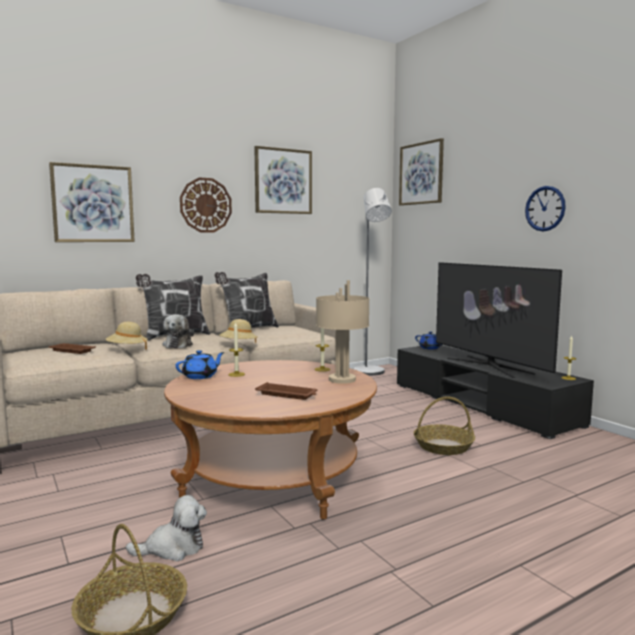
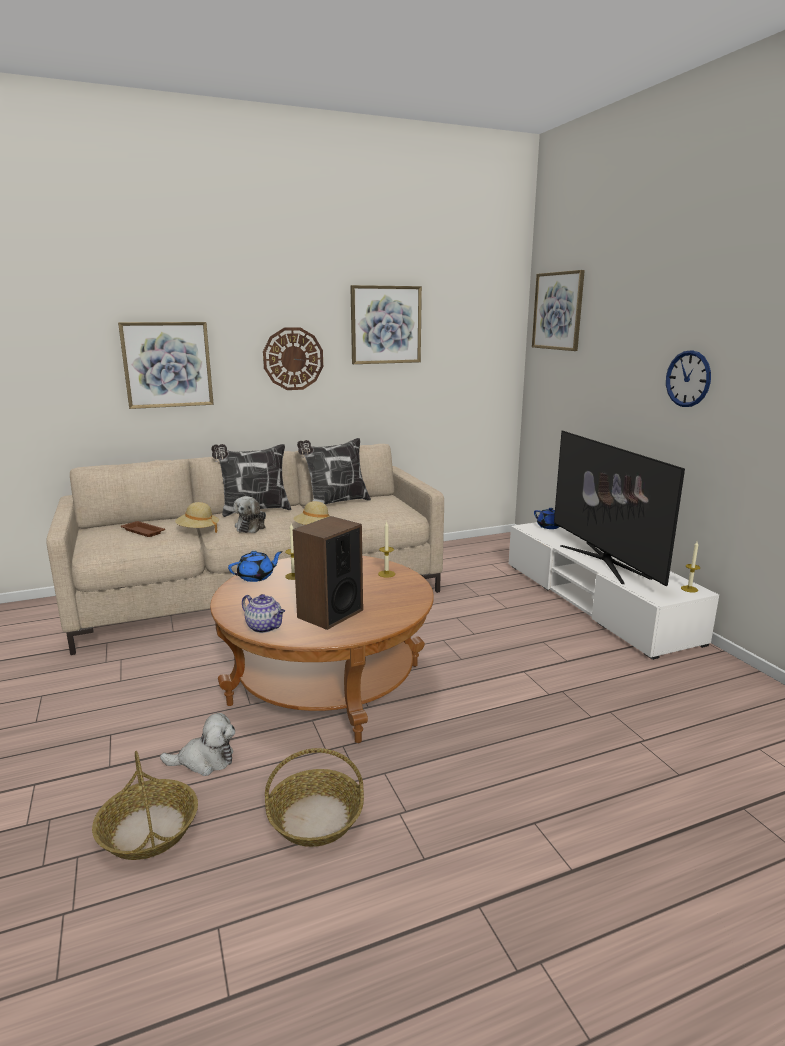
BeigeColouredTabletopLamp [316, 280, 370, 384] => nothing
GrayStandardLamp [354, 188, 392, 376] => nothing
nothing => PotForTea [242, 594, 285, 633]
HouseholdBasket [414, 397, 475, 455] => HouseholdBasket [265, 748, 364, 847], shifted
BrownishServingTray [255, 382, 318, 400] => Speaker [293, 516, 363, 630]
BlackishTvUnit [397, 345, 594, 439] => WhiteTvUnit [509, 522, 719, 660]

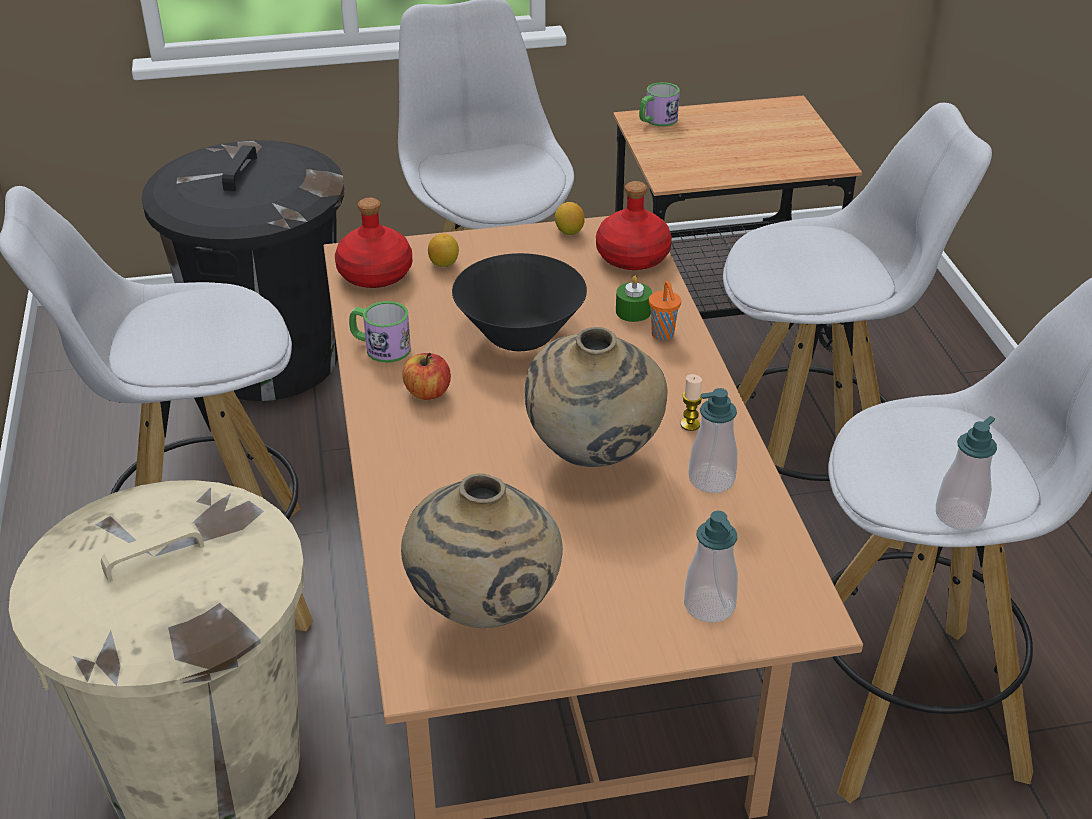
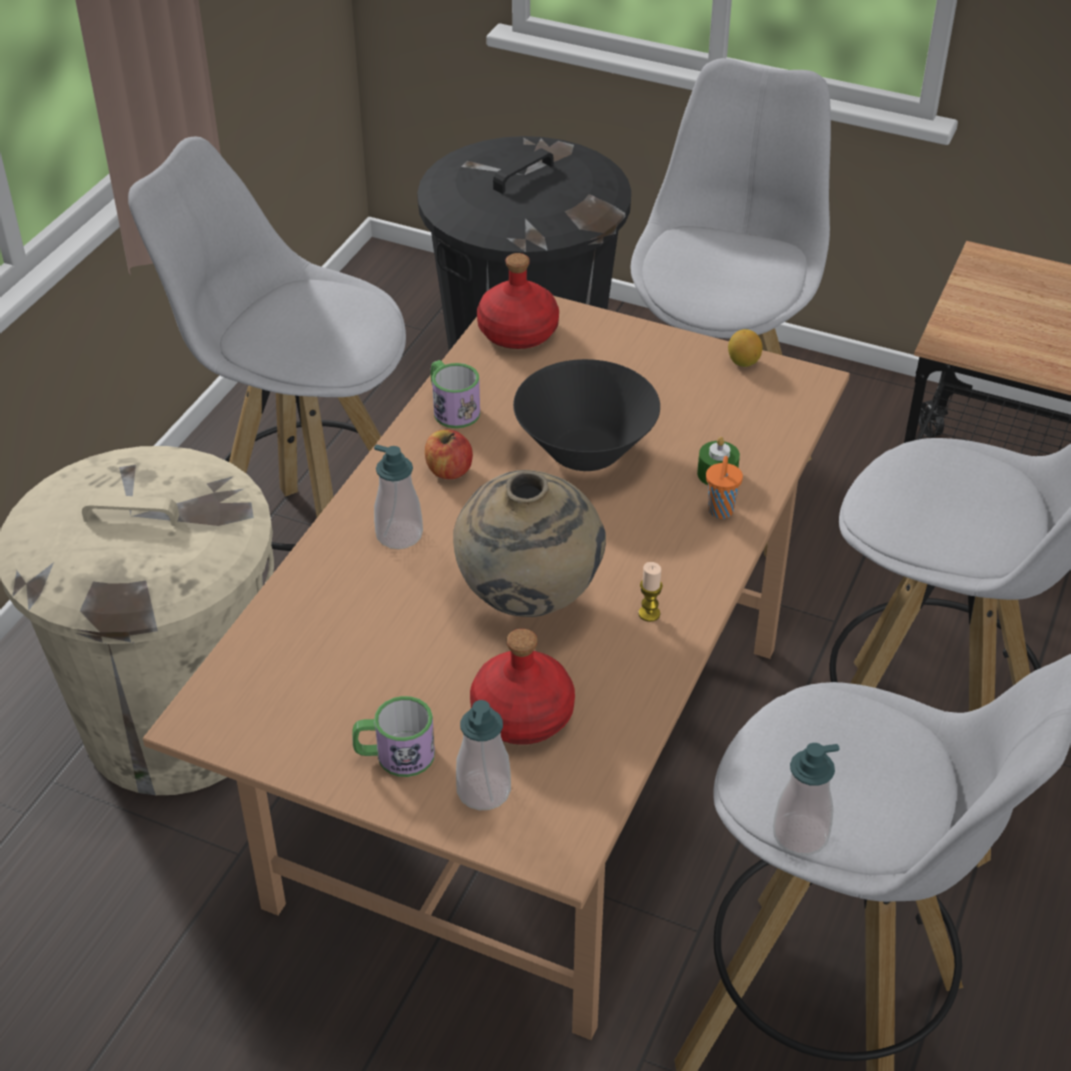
BeigeColouredVase [401, 473, 563, 628] => nothing
CitrusFruit [428, 234, 459, 267] => nothing
RedColouredBottle [596, 181, 672, 270] => RedColouredBottle [470, 629, 575, 745], shifted
TeaMug [639, 82, 680, 127] => TeaMug [352, 696, 435, 777], shifted
LiquidSoapBottle [688, 388, 738, 493] => LiquidSoapBottle [374, 444, 423, 549], shifted

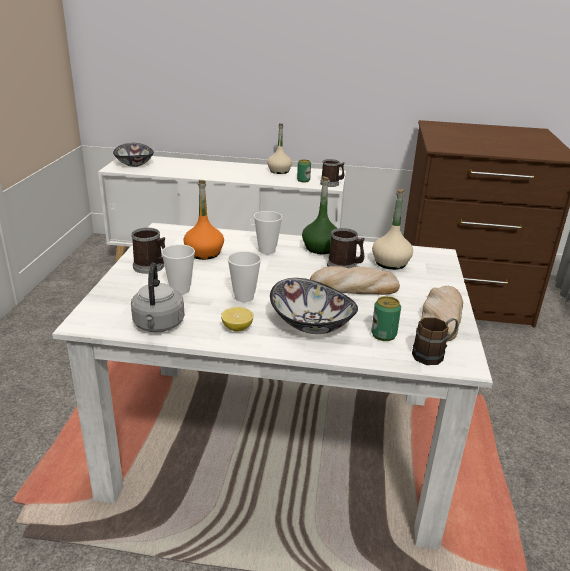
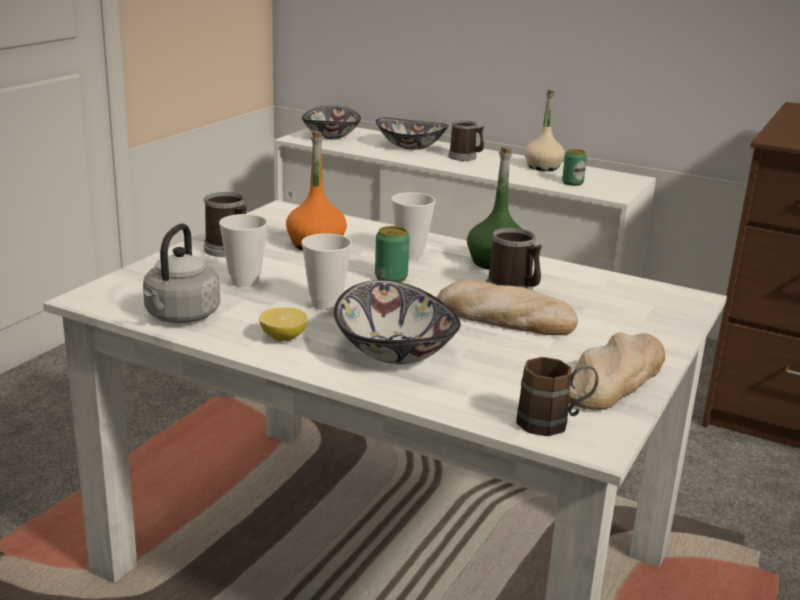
BeigeColouredBottle [372, 189, 413, 270] => nothing
nothing => Bowl [376, 118, 449, 149]
TeaMug [320, 159, 344, 187] => TeaMug [448, 120, 484, 161], shifted
MetalCan [371, 296, 401, 341] => MetalCan [375, 226, 410, 282], shifted

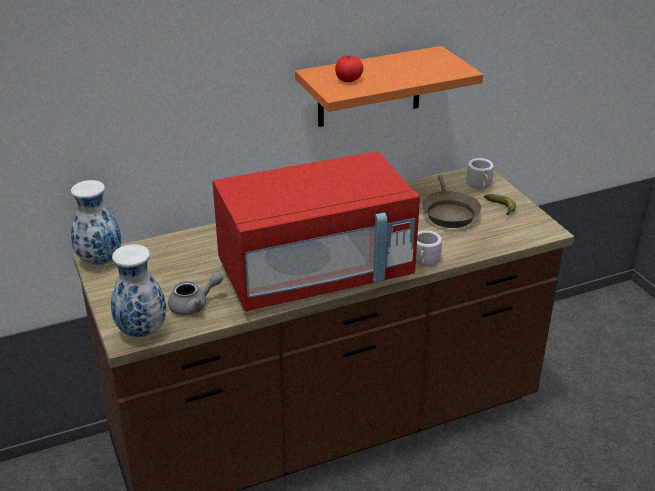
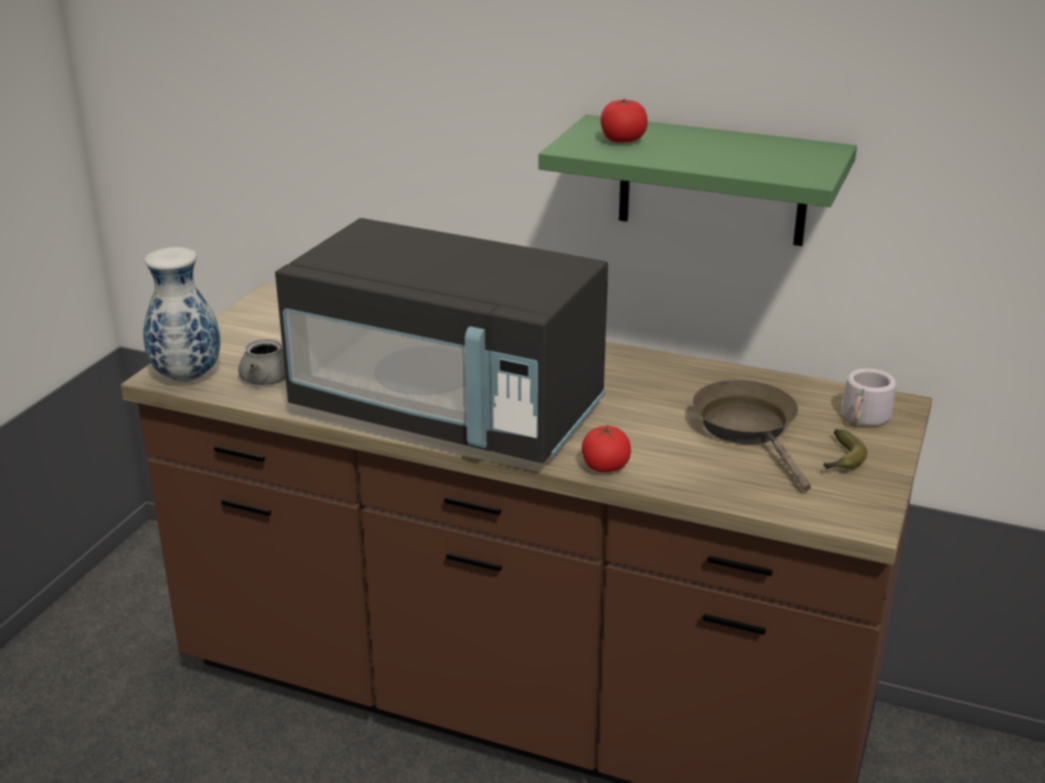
Vase [71, 180, 121, 265] => nothing
GrayTeaMug [416, 231, 448, 267] => Tomato [582, 425, 631, 472]
RedColouredMicrowaveOven [213, 151, 420, 312] => BlackishMicrowaveOven [275, 218, 608, 463]
OrangeColouredWallShelf [295, 46, 483, 127] => GreenColouredWallShelf [538, 114, 857, 246]
BrownishFryingPan [422, 175, 481, 228] => BrownishFryingPan [692, 380, 811, 491], 120 degrees clockwise

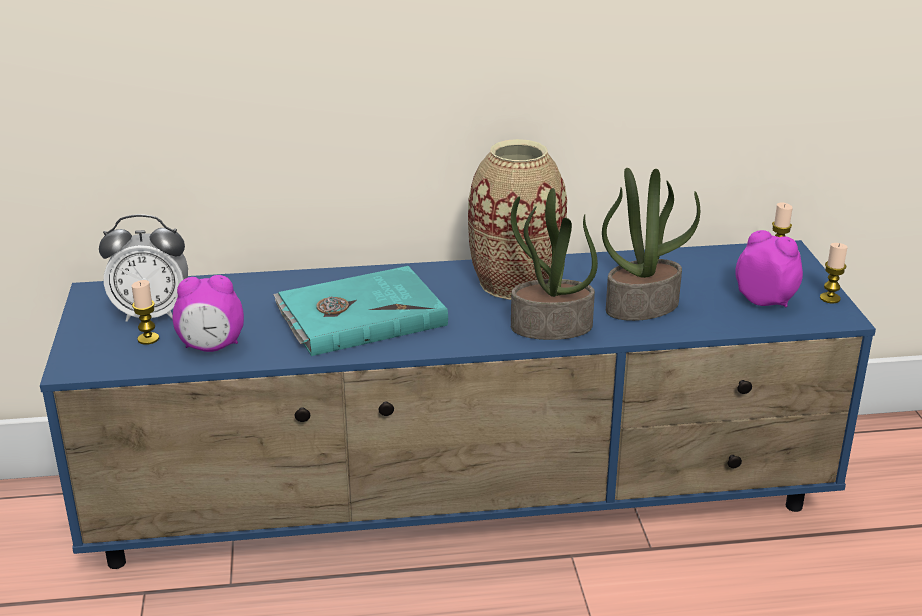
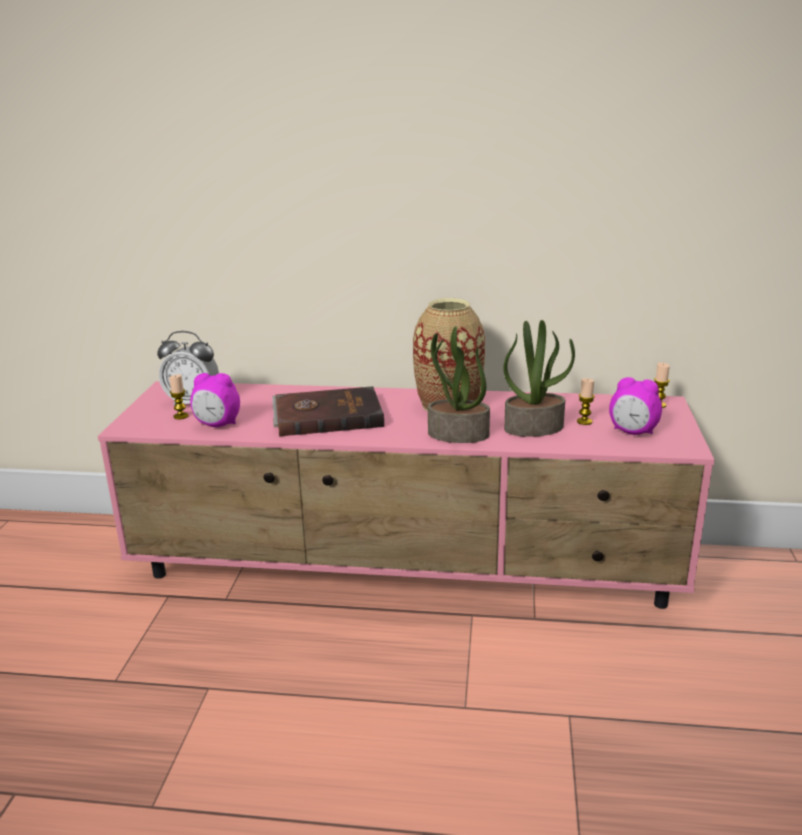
WaxLight [820, 243, 847, 303] => WaxLight [577, 378, 595, 425], shifted
BluishTvUnit [40, 240, 876, 569] => PinkColouredTvUnit [98, 381, 714, 609]
BlueGreenBook [273, 266, 448, 356] => BrownishBook [272, 386, 384, 436]
AlarmClock [735, 230, 803, 307] => AlarmClock [609, 377, 662, 435], 150 degrees clockwise

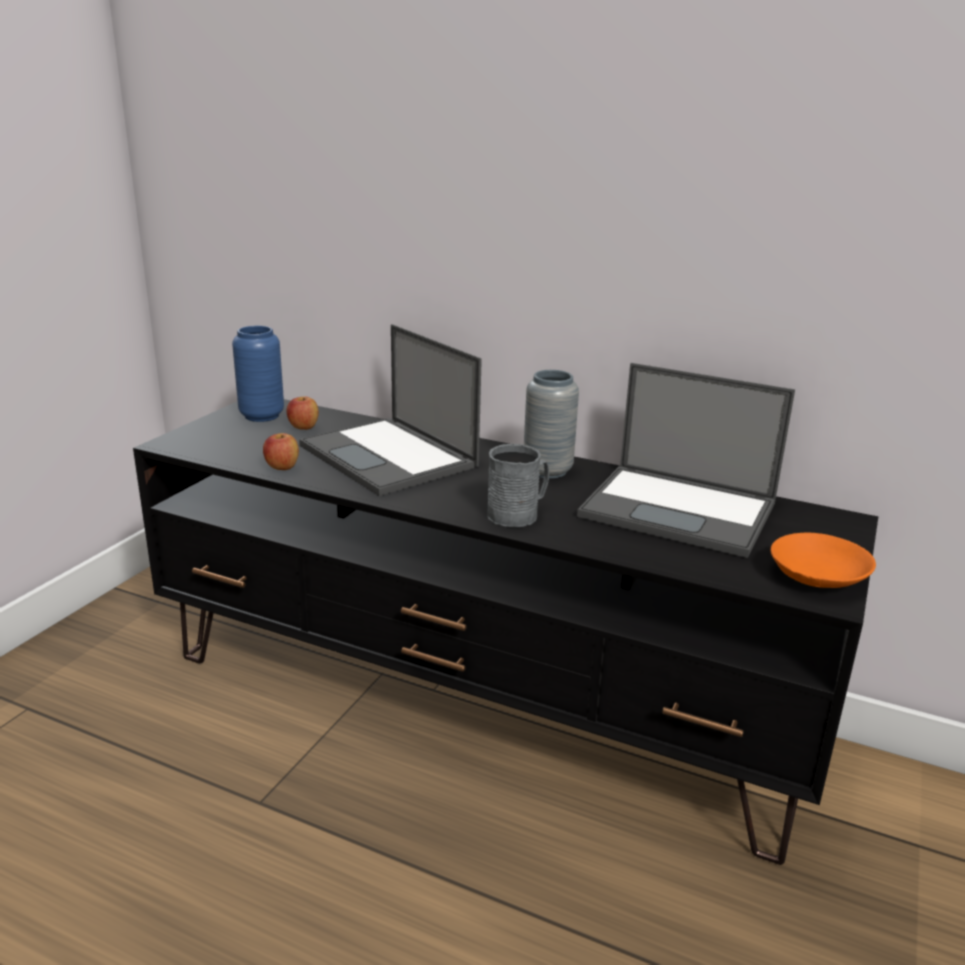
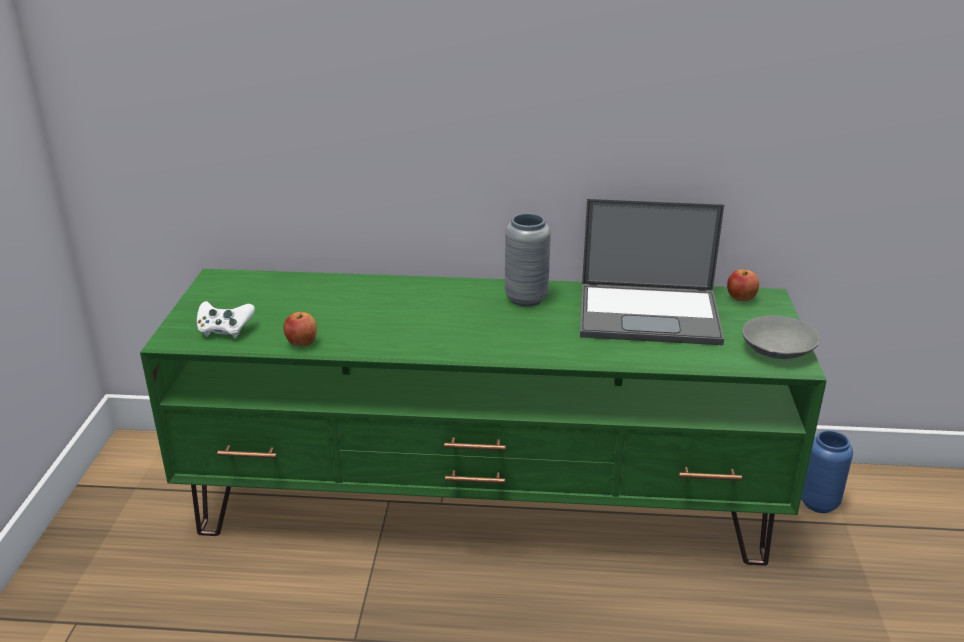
PortableComputer [299, 324, 482, 496] => nothing
GrayTeaMug [487, 444, 549, 527] => nothing
nothing => WhiteGamepad [197, 301, 255, 339]
BluishVase [232, 326, 284, 422] => BluishVase [801, 430, 853, 513], shifted
WholeApple [287, 397, 319, 430] => WholeApple [727, 269, 759, 301], shifted
BlackishTvUnit [133, 399, 878, 865] => GreenColouredTvUnit [140, 269, 827, 566]
OrangeColouredBowl [771, 533, 876, 588] => GrayBowl [742, 315, 820, 359]

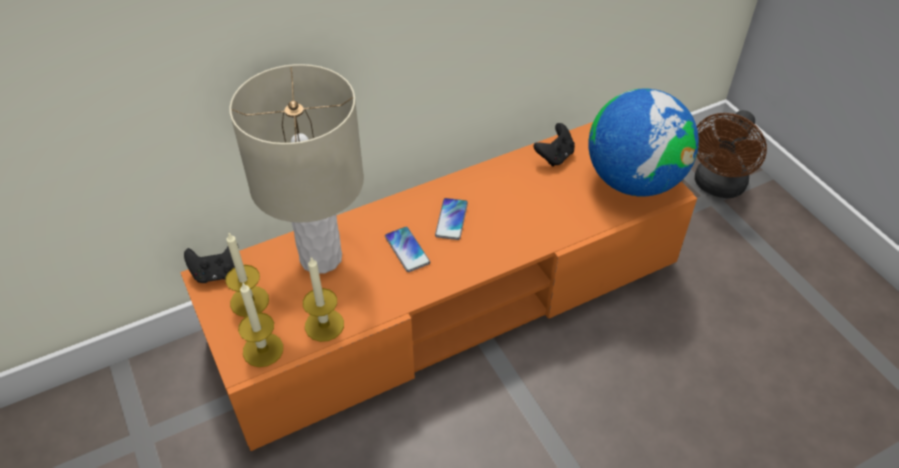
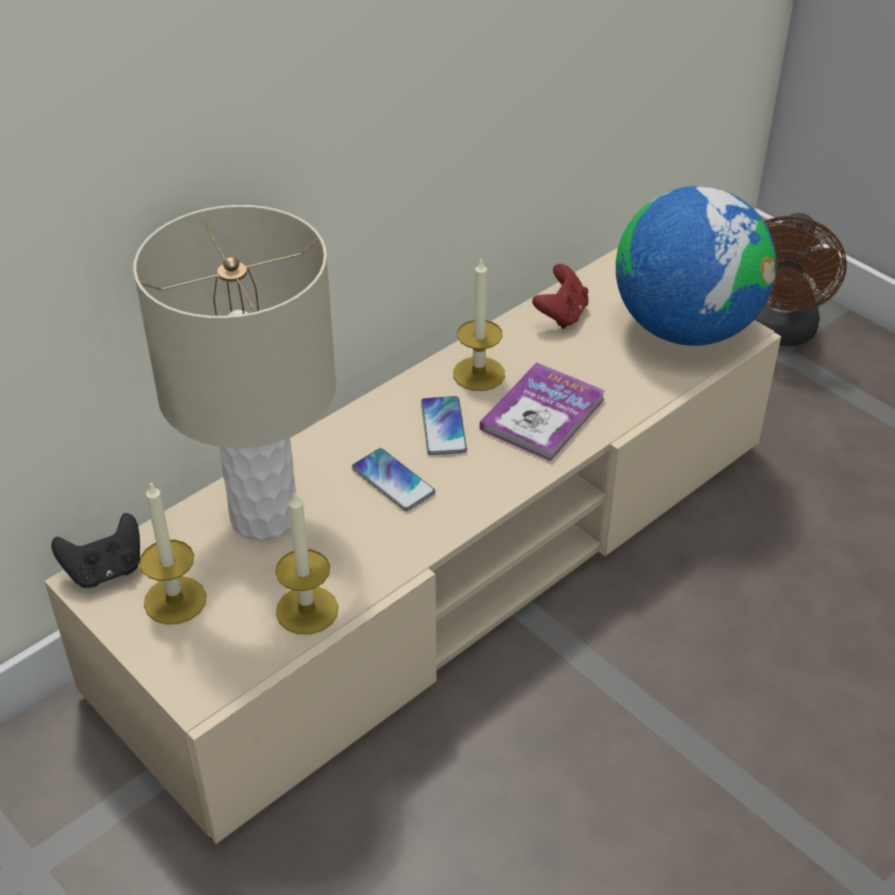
nothing => Book [480, 362, 605, 461]
WaxLight [238, 282, 283, 367] => WaxLight [453, 258, 505, 391], shifted
OrangeColouredTvUnit [180, 122, 697, 451] => BeigeColouredTvUnit [44, 248, 781, 844]
BlackishGamepad [534, 123, 575, 167] => RedColouredGamepad [532, 264, 588, 329]

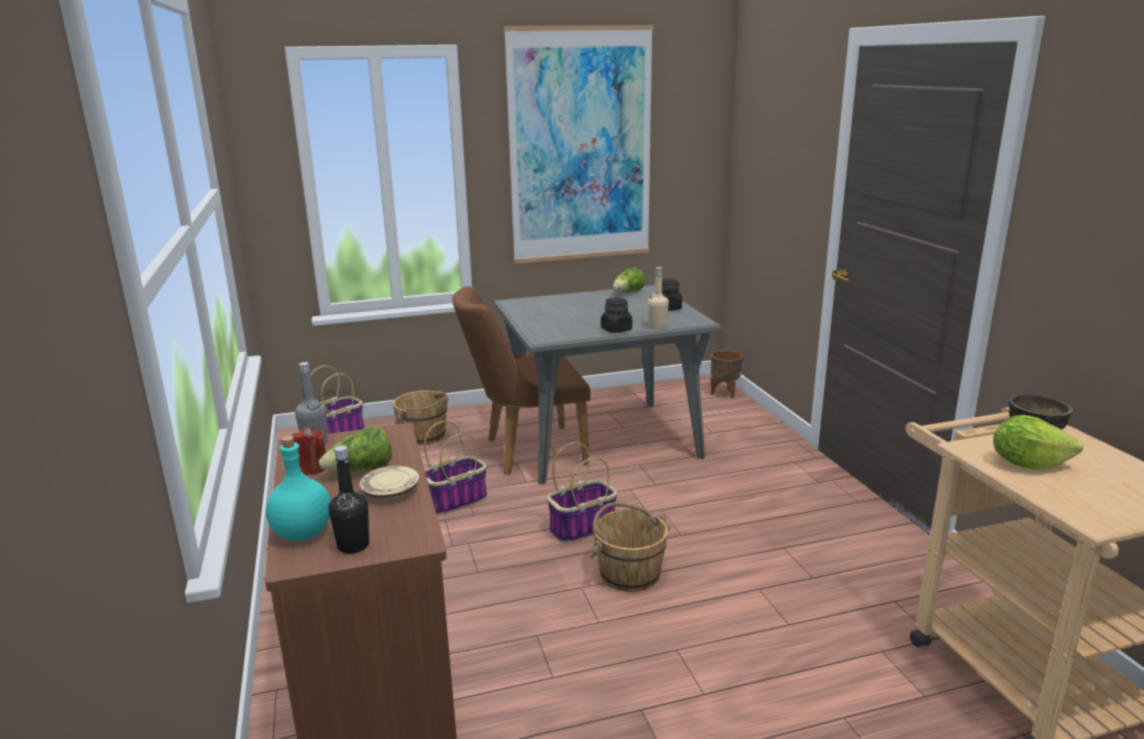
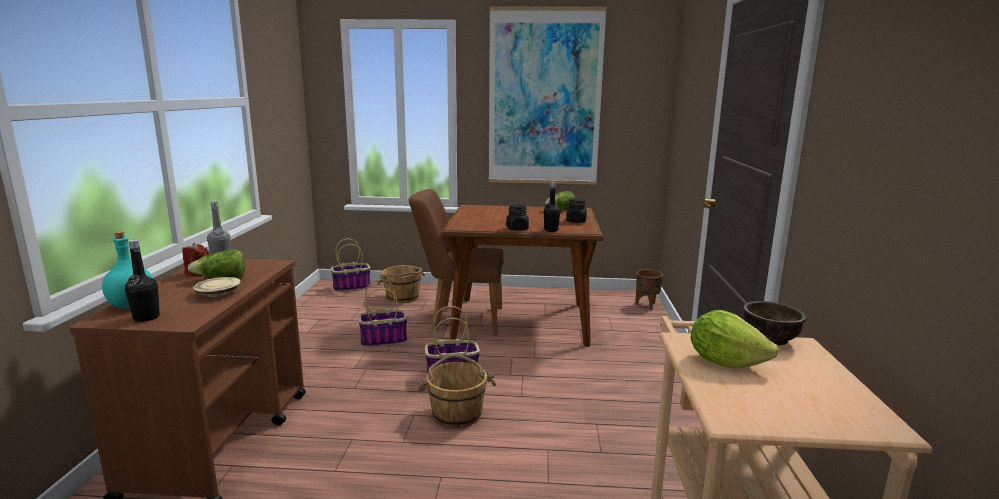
GrayKitchenTable [494, 285, 722, 484] => BrownishKitchenTable [442, 205, 603, 347]
BeigeColouredBottle [648, 267, 669, 329] => BlackishBottle [544, 182, 560, 232]

